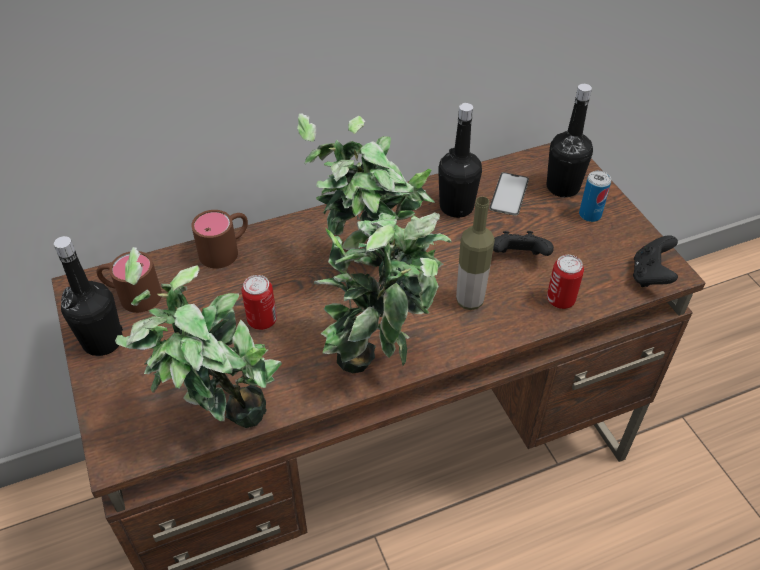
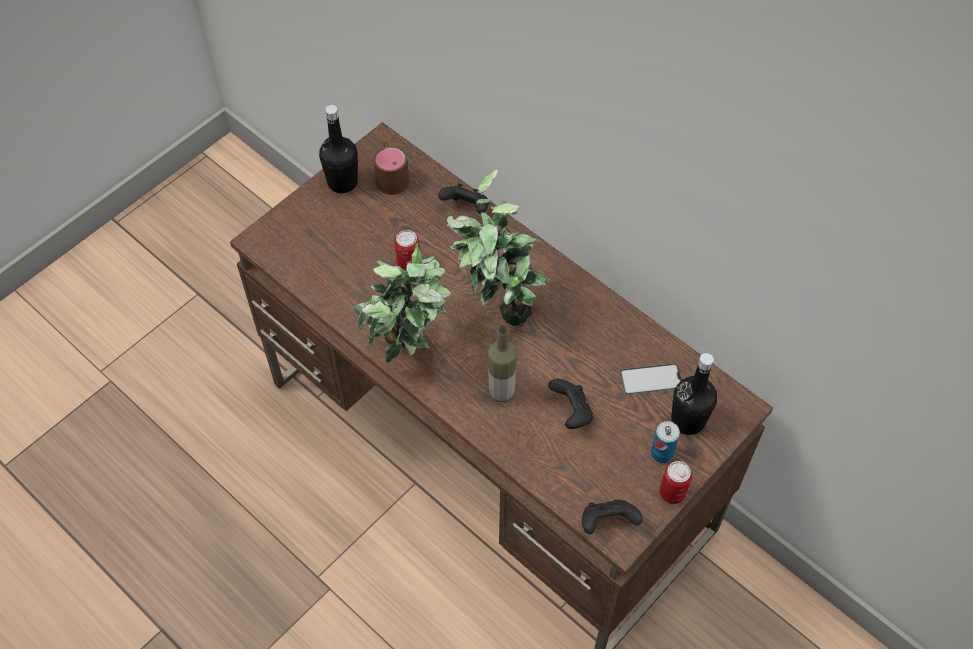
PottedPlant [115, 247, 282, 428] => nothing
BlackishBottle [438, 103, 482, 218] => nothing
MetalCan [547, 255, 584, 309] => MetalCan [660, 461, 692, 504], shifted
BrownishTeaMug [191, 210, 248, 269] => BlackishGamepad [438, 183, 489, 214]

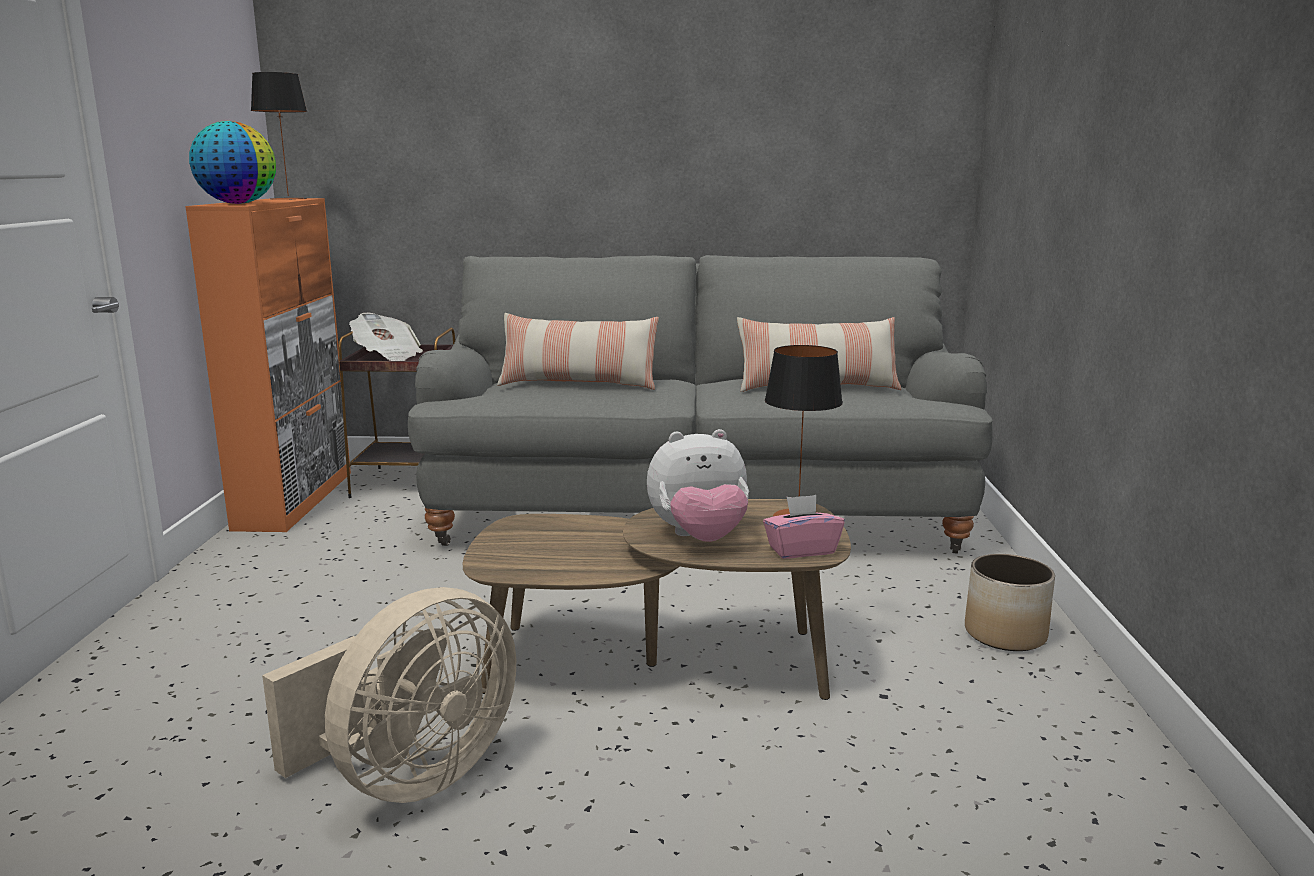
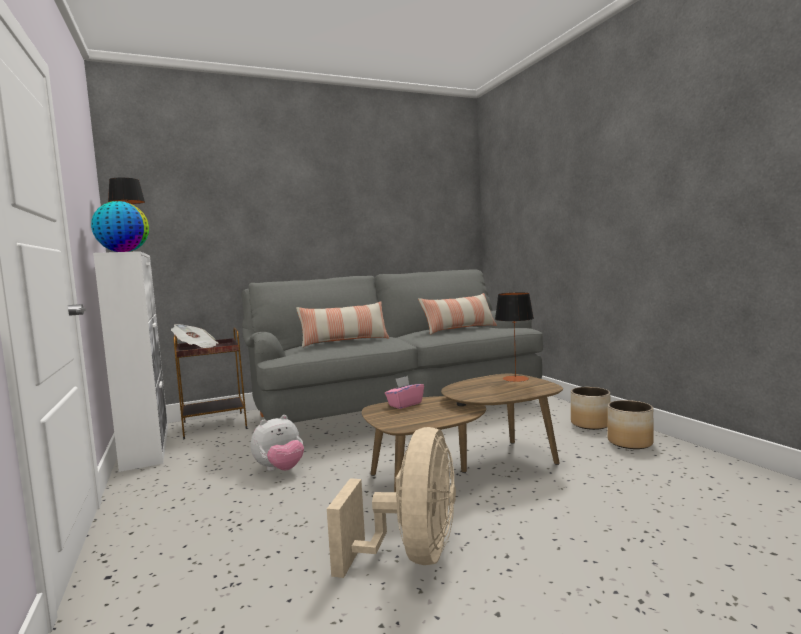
nothing => Planter [607, 400, 654, 449]
CuddlyToy [647, 429, 749, 542] => CuddlyToy [251, 415, 304, 471], shifted
PinkColouredTissueBox [763, 495, 845, 559] => PinkColouredTissueBox [385, 376, 424, 409], shifted
OrangeColouredStorageCabinet [185, 198, 351, 532] => WhiteStorageCabinet [93, 251, 168, 472]

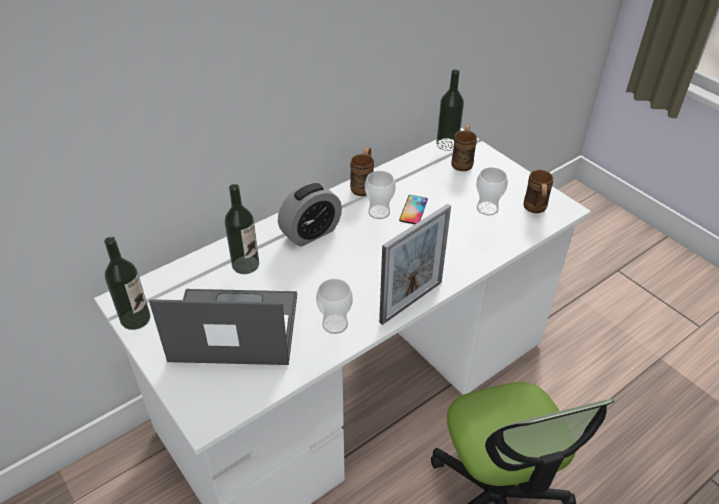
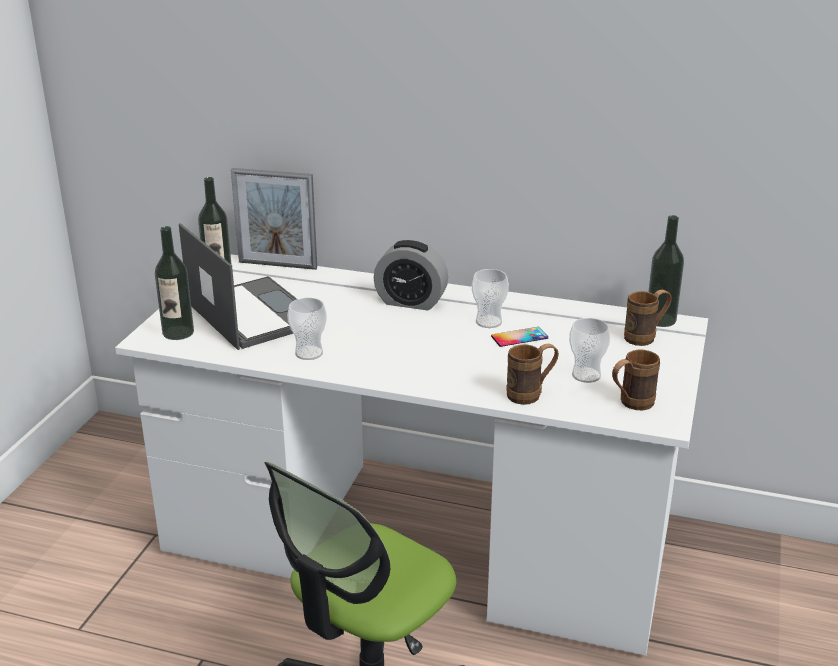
Bottle [225, 184, 259, 274] => Bottle [155, 226, 194, 340], shifted
BrownishTeaMug [350, 147, 374, 196] => BrownishTeaMug [506, 344, 559, 405], shifted
StandingFrame [379, 204, 451, 325] => StandingFrame [231, 168, 317, 270], shifted

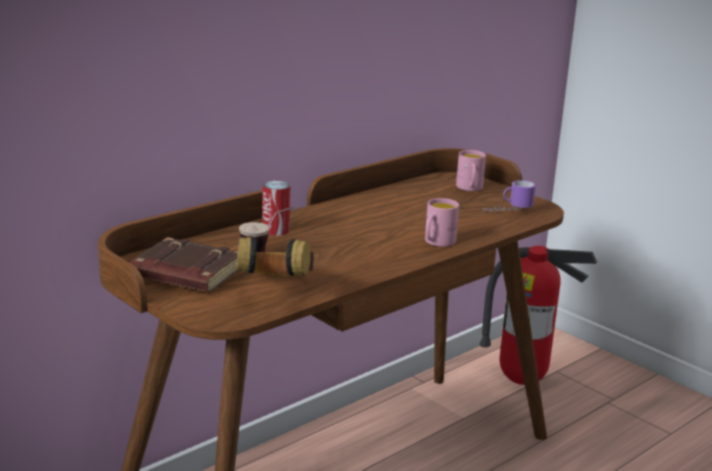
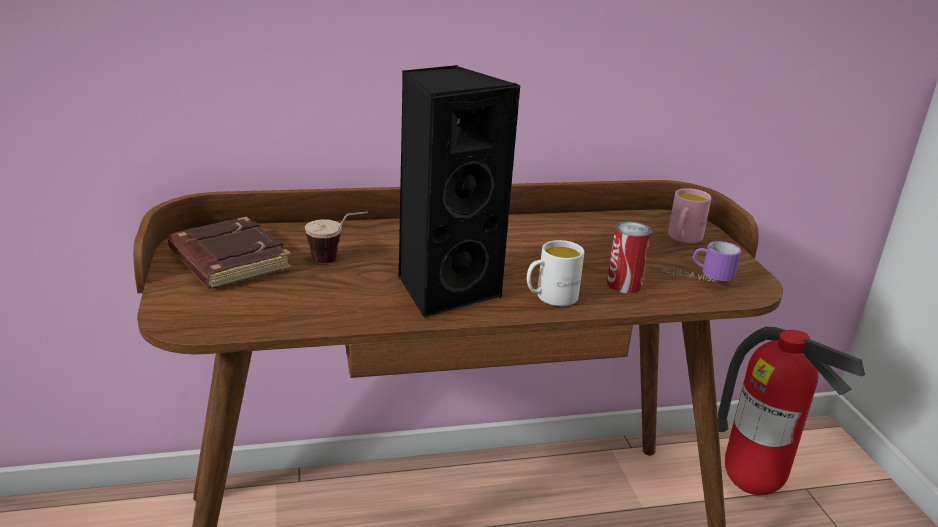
PairOfHeadphones [237, 236, 314, 276] => nothing
nothing => BlackishSpeaker [398, 65, 521, 318]
MetalCan [262, 180, 291, 236] => MetalCan [607, 221, 652, 293], shifted
PinkColouredTeaMug [425, 198, 459, 247] => WhiteTeaMug [527, 240, 584, 306]

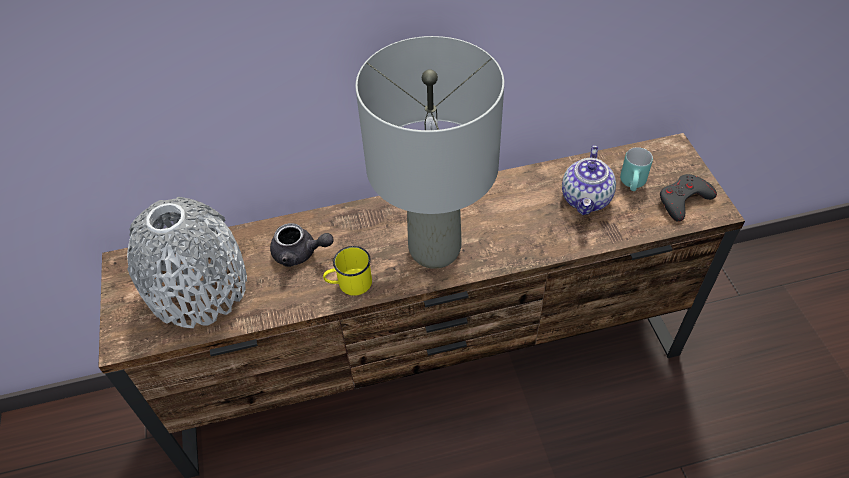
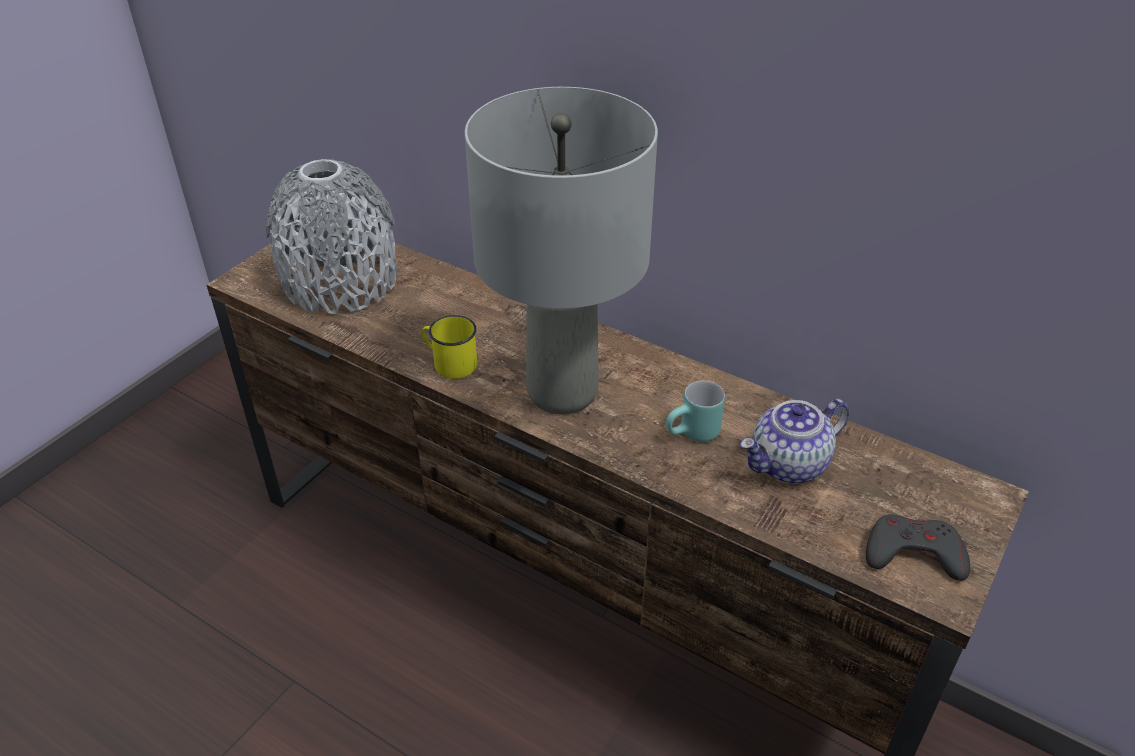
GrayPotForTea [270, 223, 334, 267] => nothing
BlueGreenTeaMug [620, 147, 653, 191] => BlueGreenTeaMug [666, 381, 725, 442], shifted

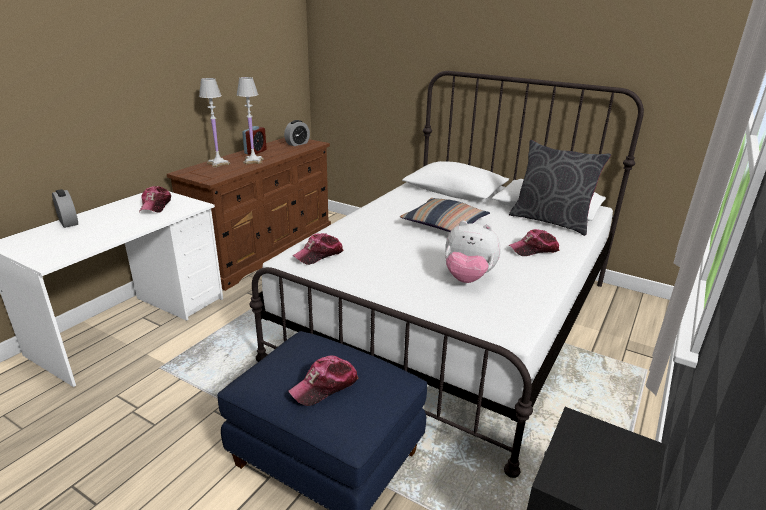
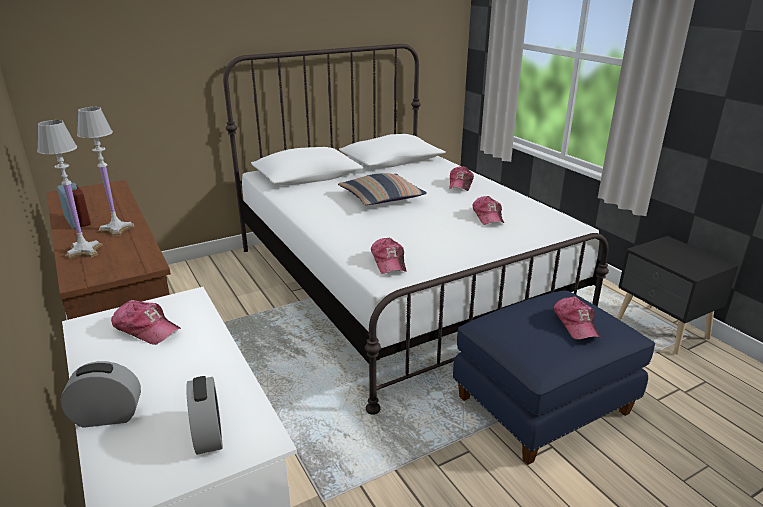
GrayCushion [509, 140, 611, 236] => nothing
AlarmClock [284, 120, 310, 146] => AlarmClock [186, 376, 223, 455], shifted
CuddlyToy [445, 221, 501, 283] => Cap [472, 196, 504, 225]

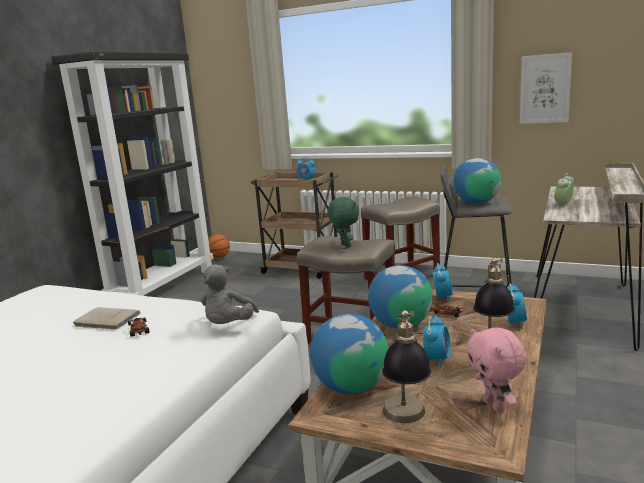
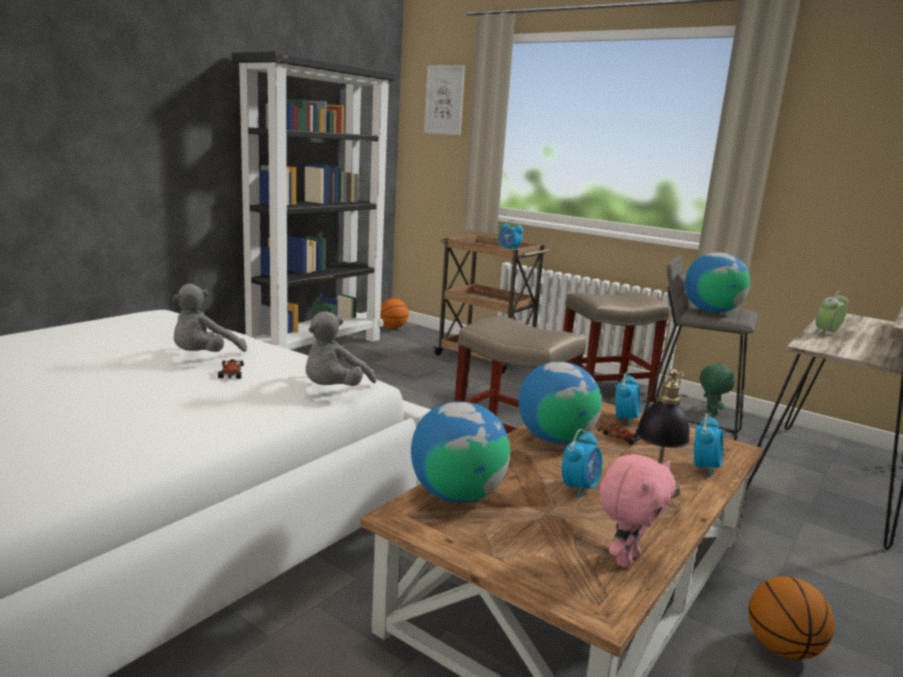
TabletopLamp [382, 310, 431, 423] => nothing
nothing => BallForBasketball [748, 576, 834, 660]
GreenColouredCuddlyToy [328, 197, 359, 248] => GreenColouredCuddlyToy [700, 364, 735, 415], shifted
WallPicture [520, 52, 572, 124] => WallPicture [424, 65, 465, 135], shifted
BeigeColouredBook [73, 307, 140, 329] => GrayCuddlyToy [172, 284, 247, 352]
PinkColouredCuddlyToy [466, 327, 527, 413] => PinkColouredCuddlyToy [599, 454, 675, 567], 135 degrees counterclockwise

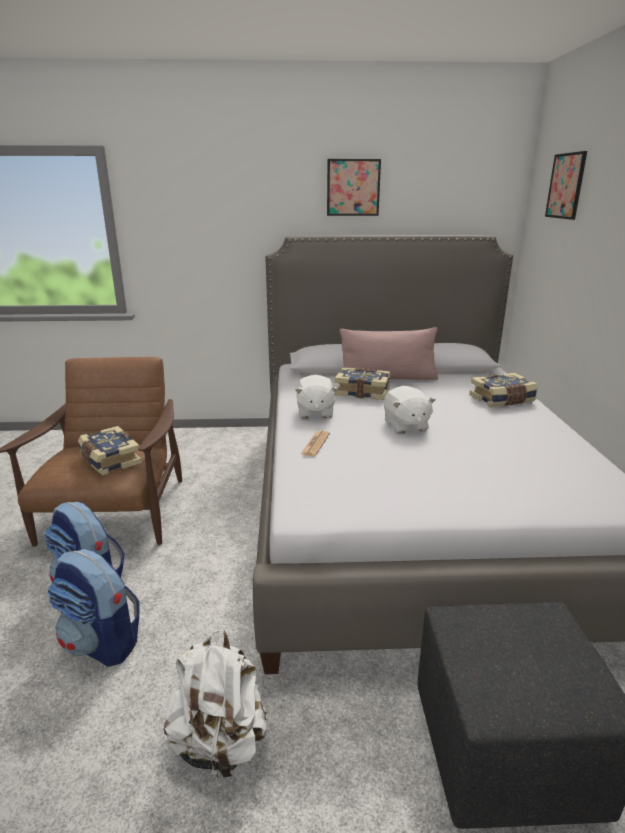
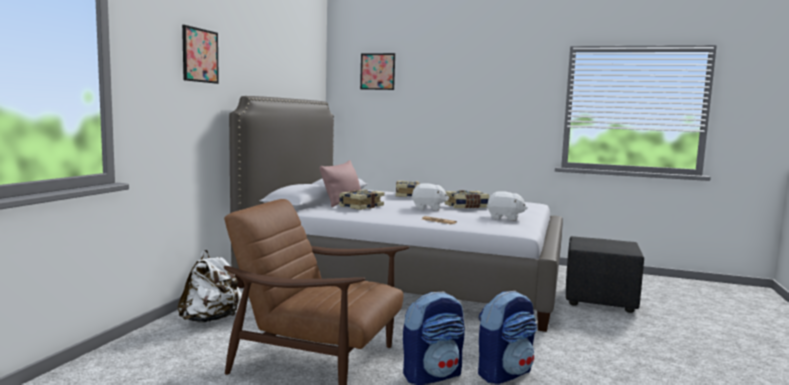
Book [78, 426, 142, 475] => Book [445, 190, 490, 209], shifted
WhiteKnapsack [164, 630, 268, 783] => WhiteKnapsack [177, 250, 242, 323], shifted
WhiteCuddlyToy [295, 375, 338, 418] => WhiteCuddlyToy [487, 191, 528, 221], shifted
WallPicture [327, 159, 381, 216] => WallPicture [182, 25, 219, 84], shifted

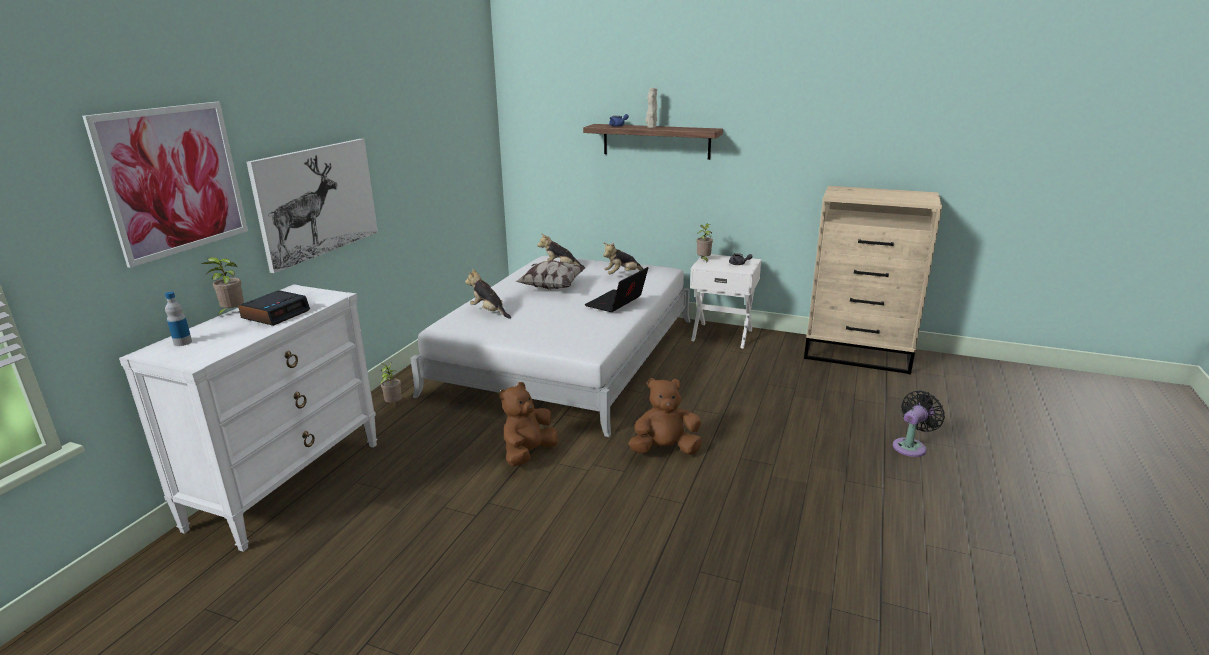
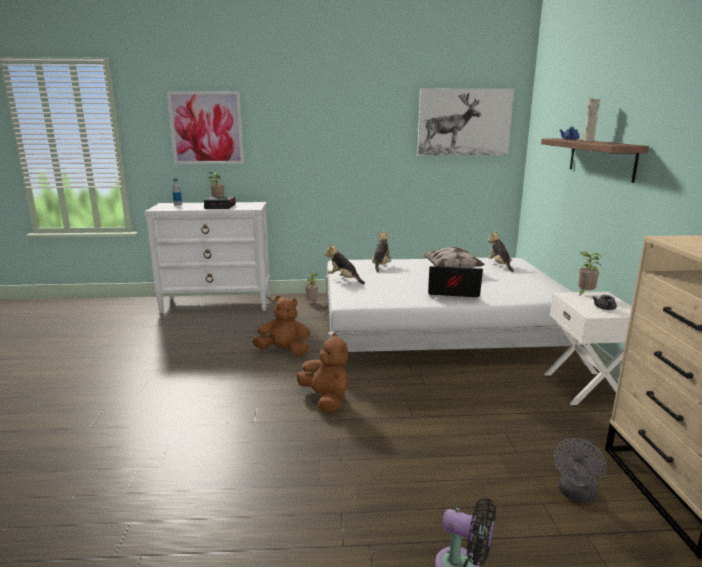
nothing => GrayCoolingFan [553, 438, 606, 503]
WallPicture [247, 139, 378, 273] => WallPicture [417, 89, 514, 156], shifted
CuddlyToy [603, 243, 643, 274] => CuddlyToy [324, 243, 365, 284], shifted

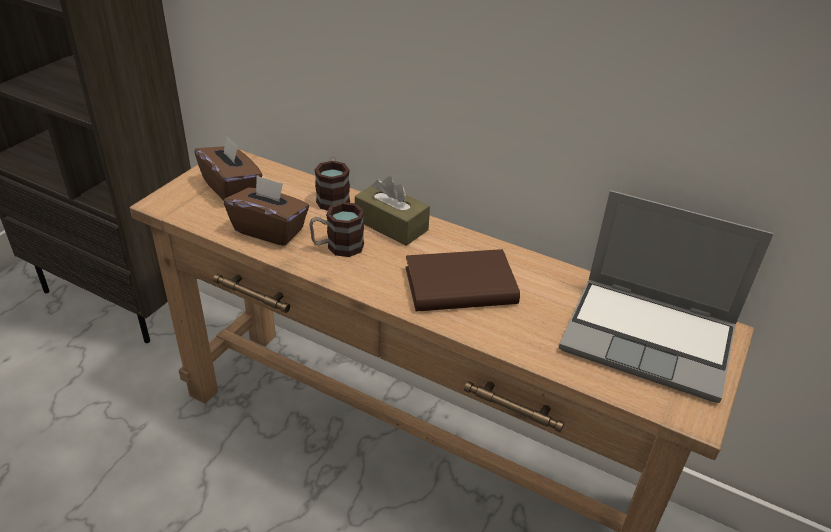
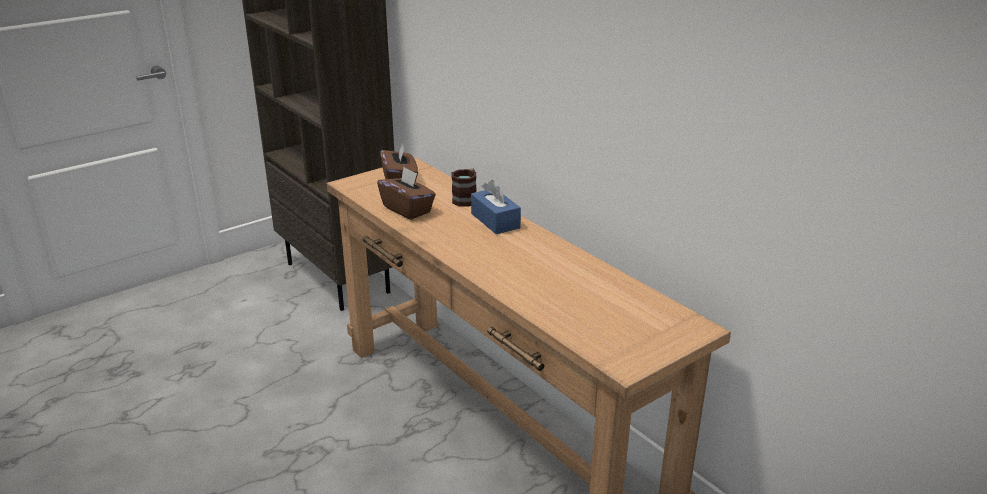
TeaMug [310, 202, 364, 257] => nothing
BrownishBook [406, 249, 520, 311] => nothing
PortableComputer [559, 190, 774, 403] => nothing
BrownishTissueBox [355, 176, 430, 246] => BluishTissueBox [471, 180, 521, 234]

